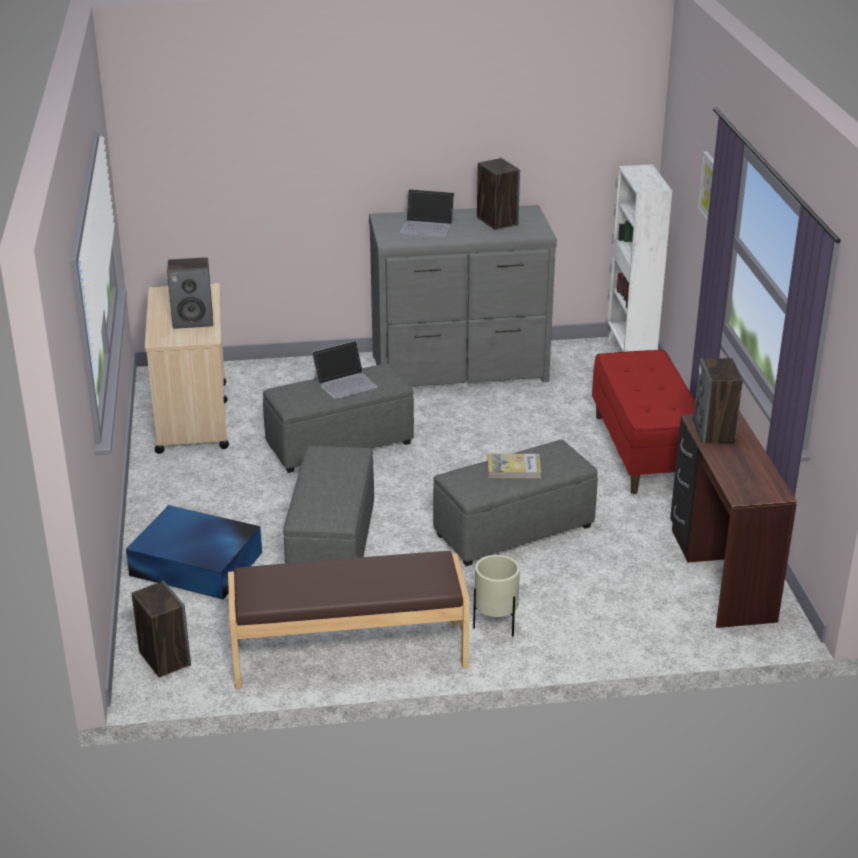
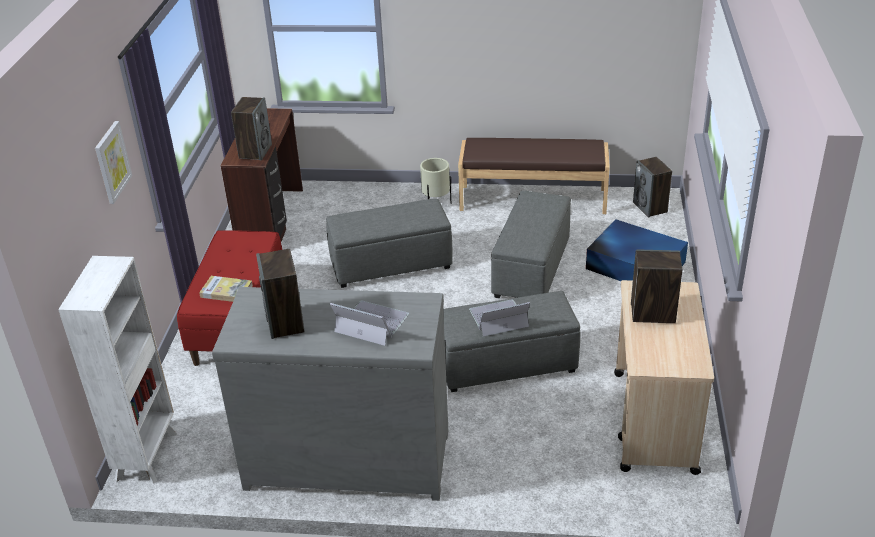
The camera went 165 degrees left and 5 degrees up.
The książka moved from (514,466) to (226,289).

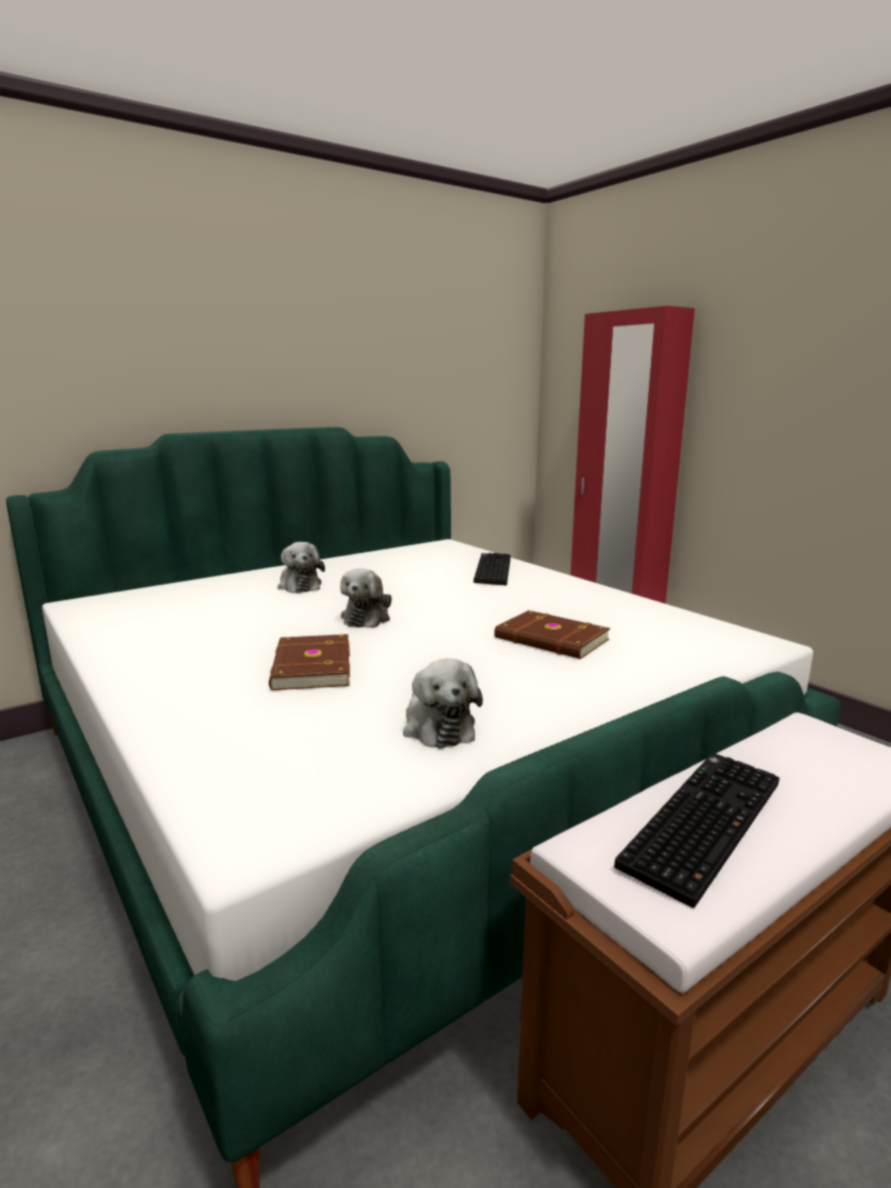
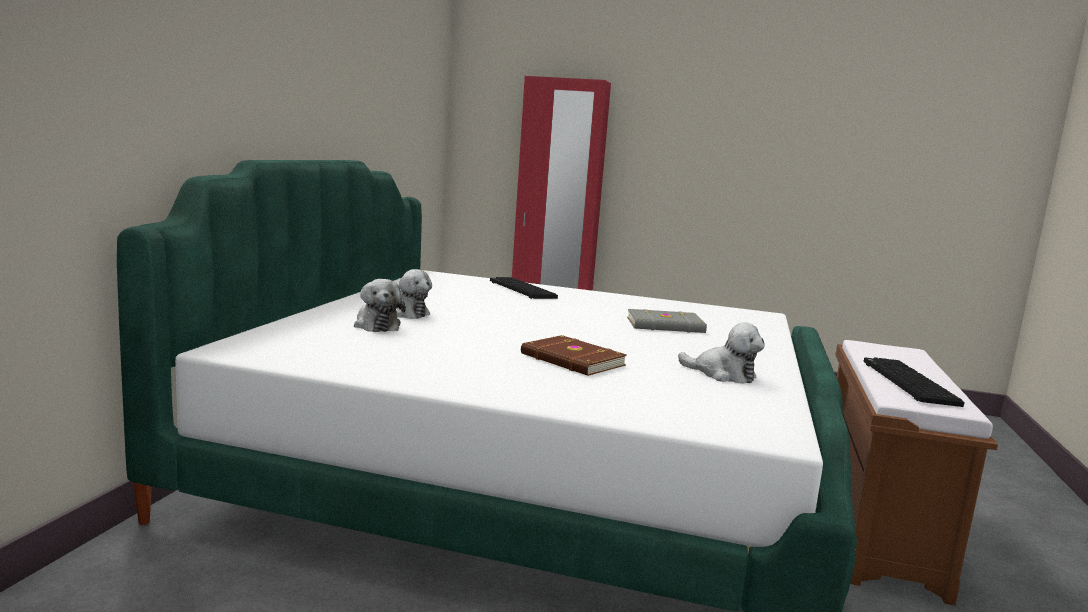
The camera went 40 degrees left and 5 degrees down.
The pluszak moved from (366,598) to (380,305).
The książka/brązowy at (552,634) became the książka/szary at (667,321).

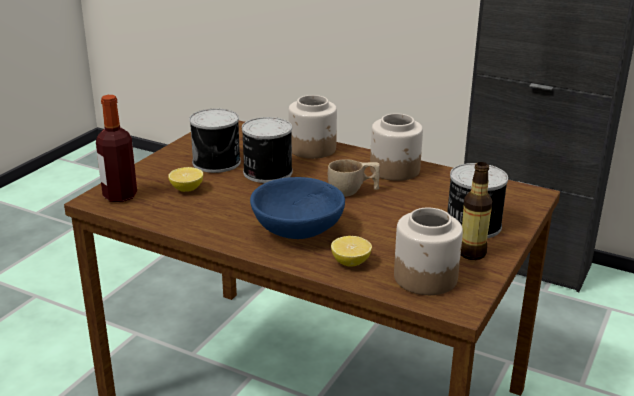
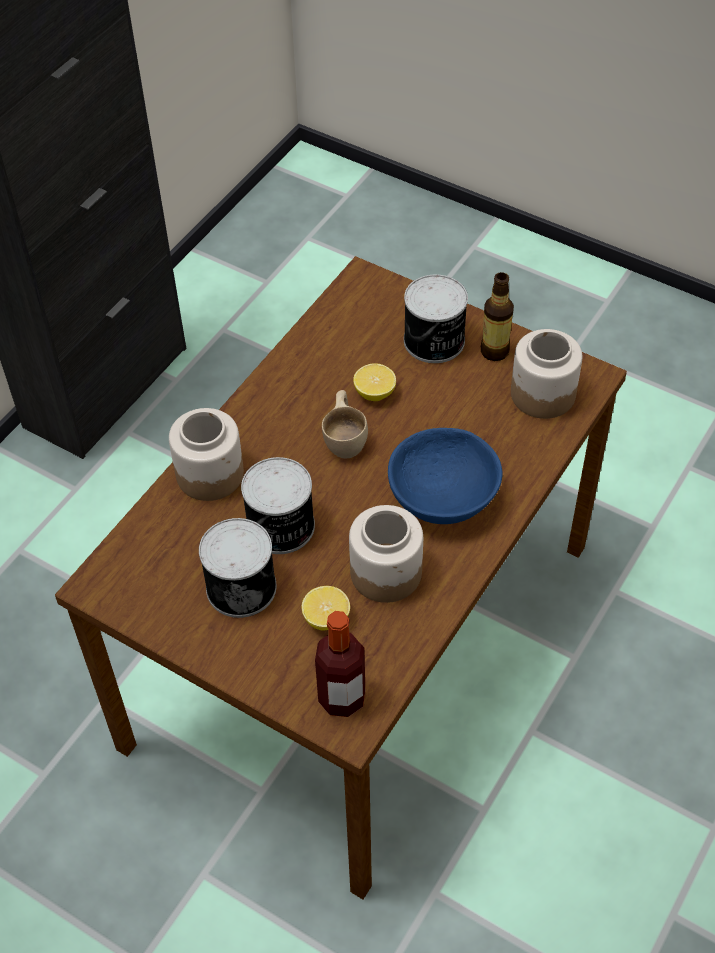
The camera went 85 degrees left and 25 degrees up.
The cytryna moved from (351,251) to (374,382).
The słoik moved from (396,147) to (386,554).

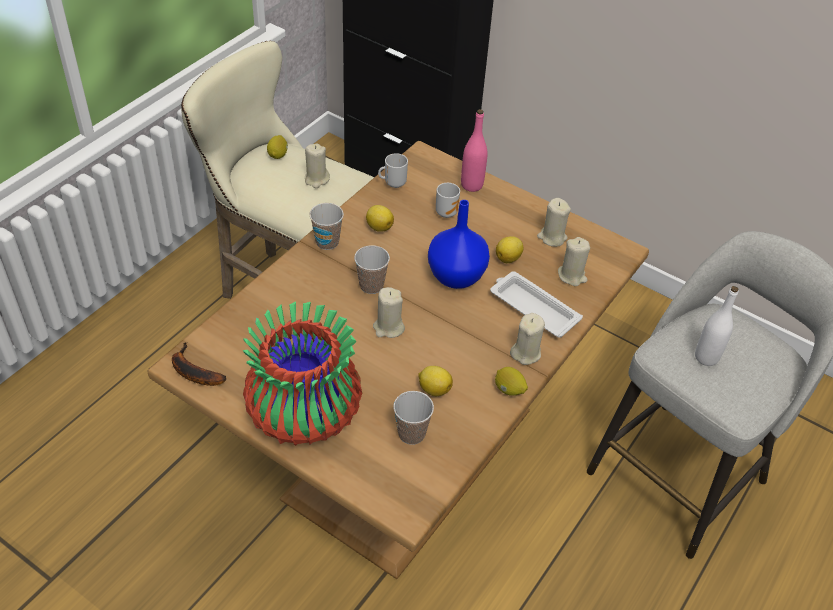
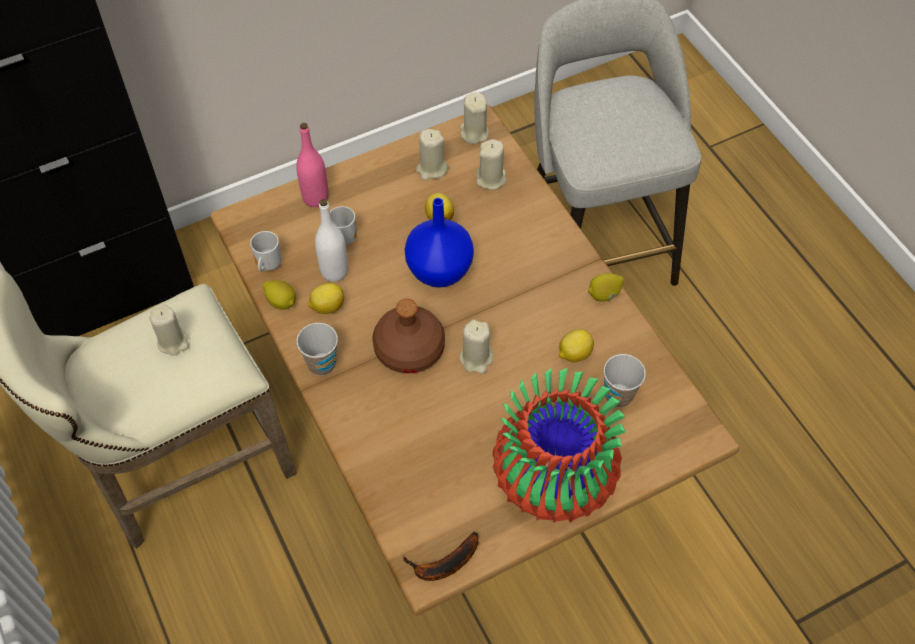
The camera went 60 degrees left and 10 degrees up.
The taca/biały at (536,304) disappeared.
The cytryna moved from (277,147) to (279,295).
The świeca/beżowy moved from (527,339) to (474,118).
The butelka/biały moved from (716,326) to (331,240).
The filiżanka at (372,269) was replaced by the butelka/brązowy at (408,336).

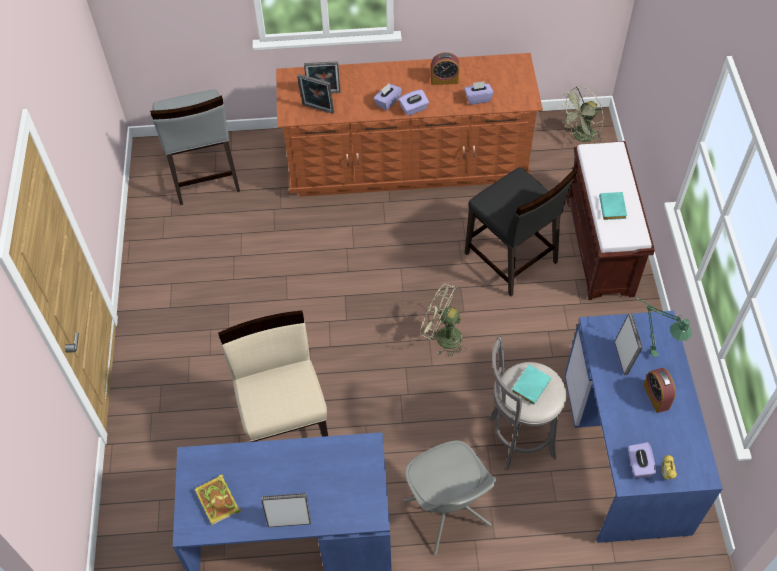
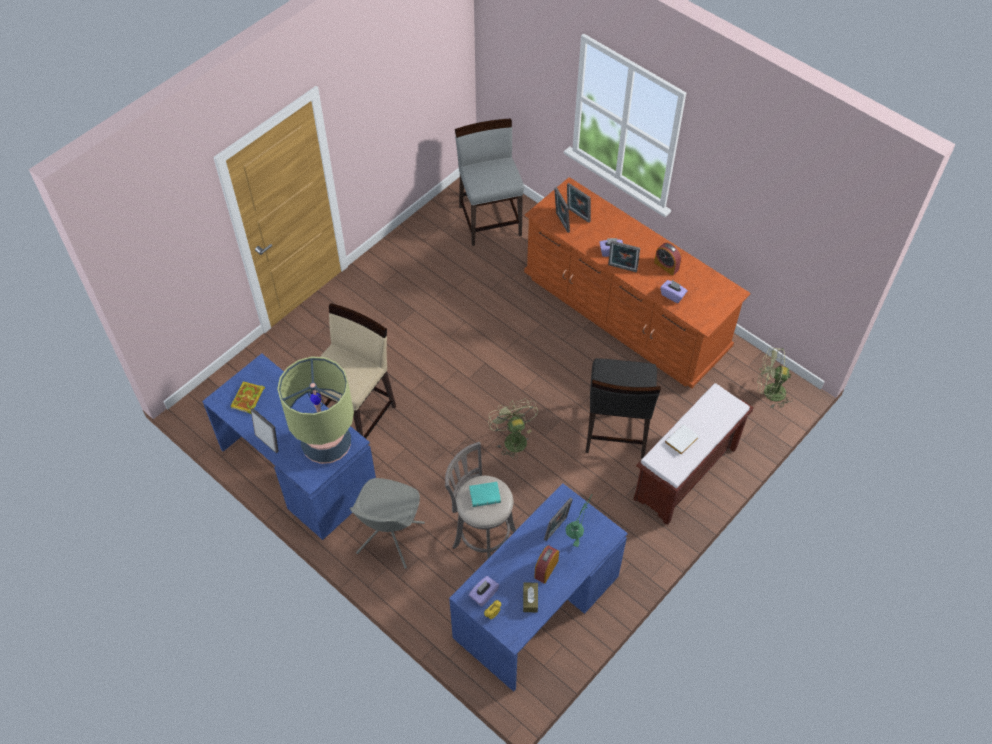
The camera went 45 degrees right and 0 degrees up.
The lampa stołowa at (315,410) appeared.
The pudełko chusteczek/brązowy at (530,597) appeared.
The pudełko chusteczek/fioletowy at (414,103) was replaced by the ramka na zdjęcie at (624,256).
The książka/turkusowy at (613,206) became the książka/biały at (682,439).
The krzesło/szary at (195,147) turned 135 degrees clockwise.

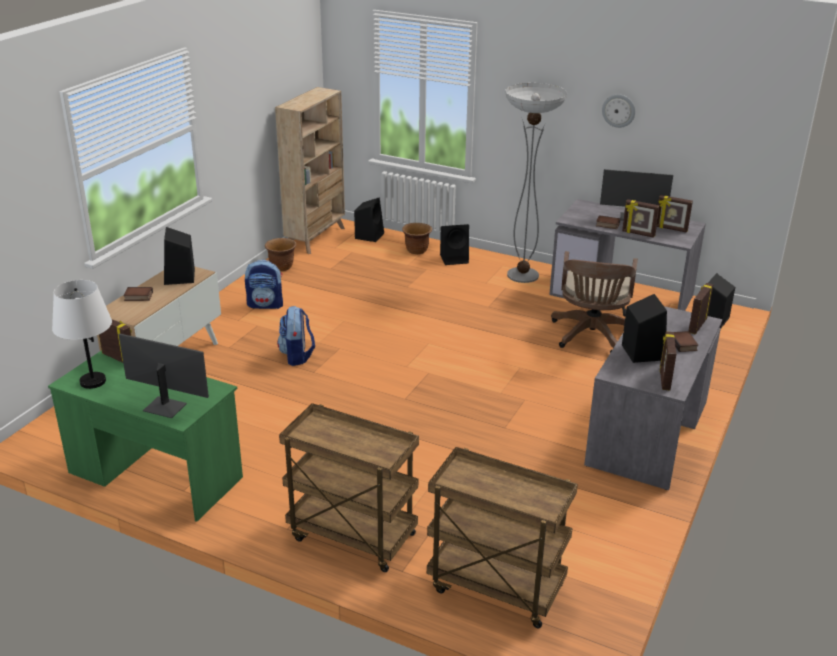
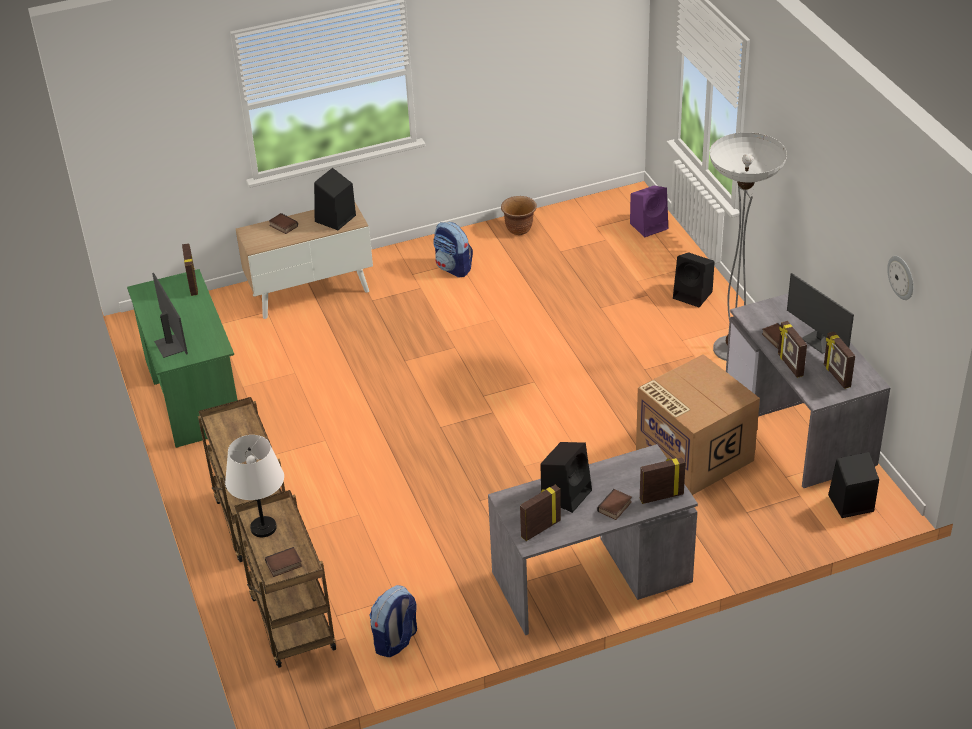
The camera went 45 degrees right and 10 degrees up.
The regał/beżowy at (310,170) disappeared.
The donica/brązowy at (417,238) disappeared.
The książka at (283,562) appeared.
The lampa stołowa/biały moved from (82,334) to (254,486).
The plecak moved from (296,336) to (393,621).
The zegar ścienny moved from (618,111) to (900,278).
The krzesło biurowe/brązowy at (594,302) was replaced by the karton at (698,424).
The głośnik/czarny at (369,219) became the głośnik/fioletowy at (649,211).

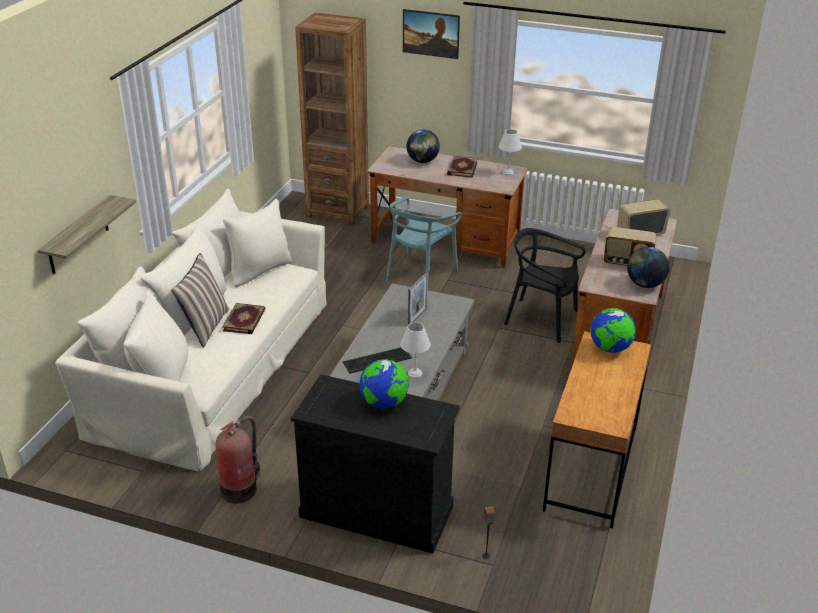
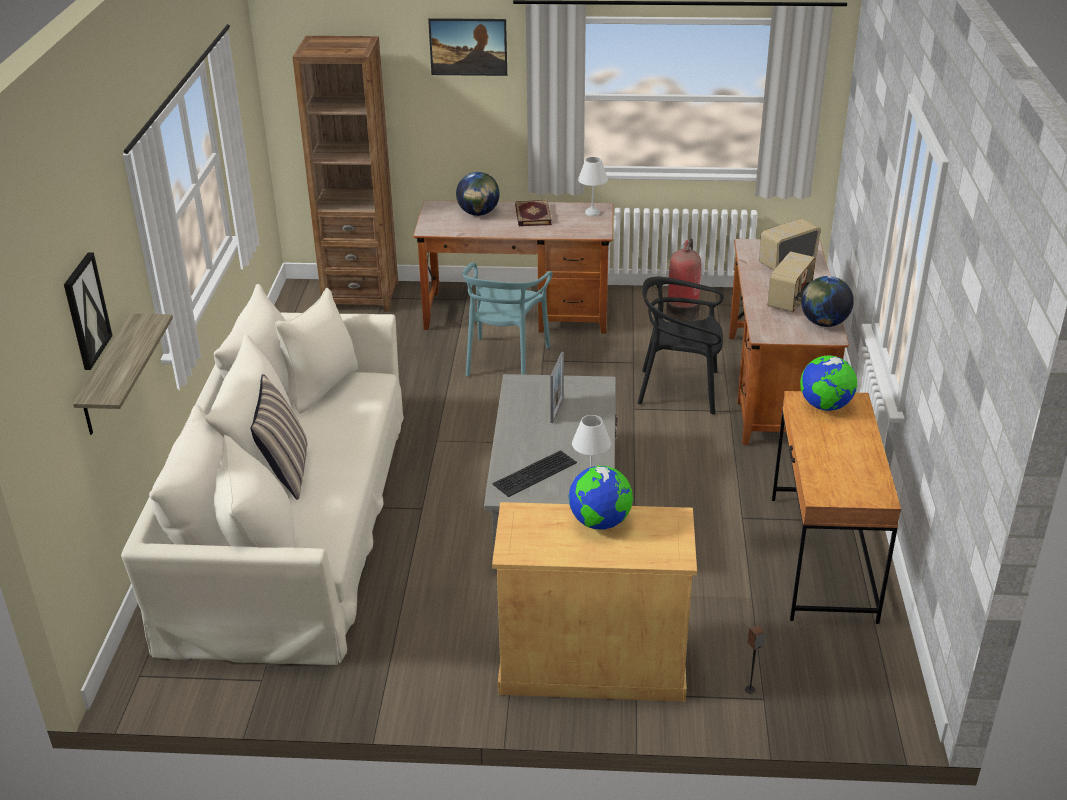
The camera went 15 degrees left and 0 degrees up.
The książka at (244,318) disappeared.
The obraz at (88,311) appeared.
The gaśnica moved from (238,460) to (683,279).
The szafka/czarny at (375,463) became the szafka/beżowy at (594,602).
The radio at (630,246) turned 60 degrees counterclockwise.

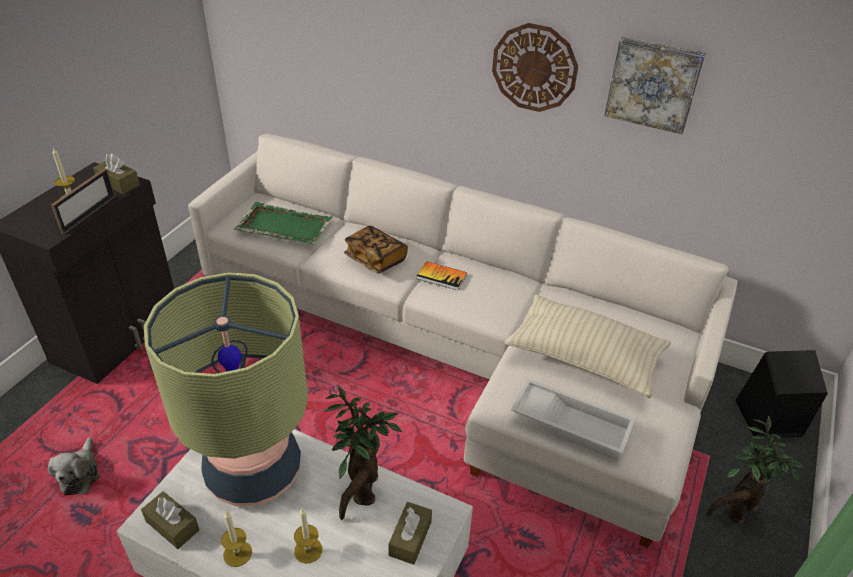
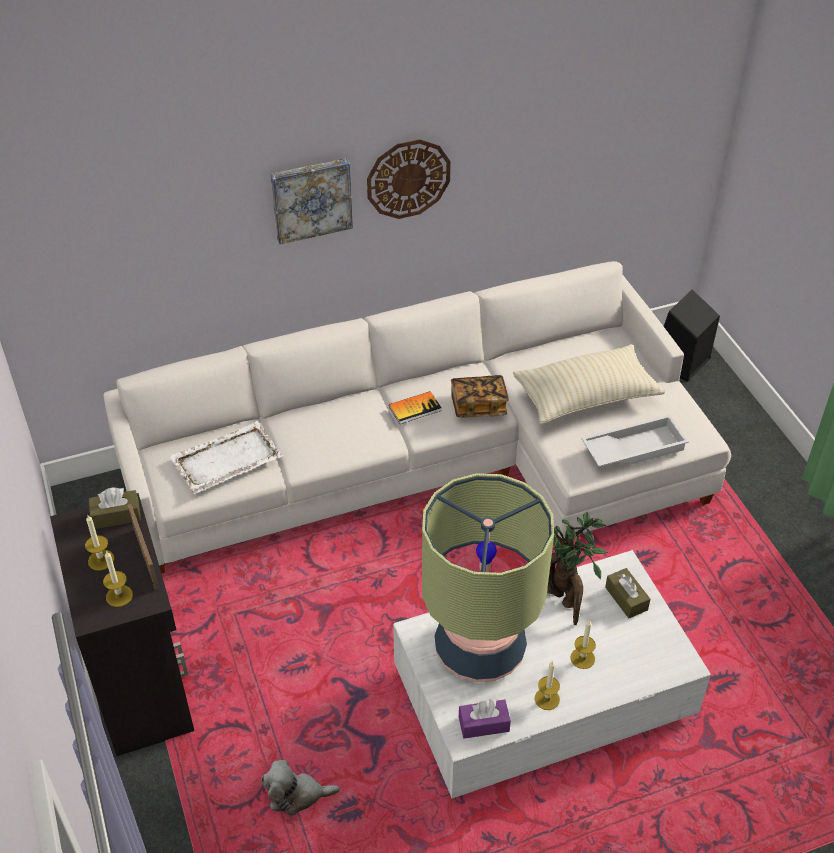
The camera went 45 degrees left and 5 degrees up.
The roślina doniczkowa at (755,470) disappeared.
The świeca at (118,579) appeared.
The książka moved from (376,250) to (480,396).
The obraz moved from (655,85) to (312,201).
The pudełko chusteczek/brązowy at (170,520) became the pudełko chusteczek/fioletowy at (485,719).
The taca/zielony at (283,223) became the taca/biały at (226,457).
The pluszak at (74,466) turned 135 degrees clockwise.

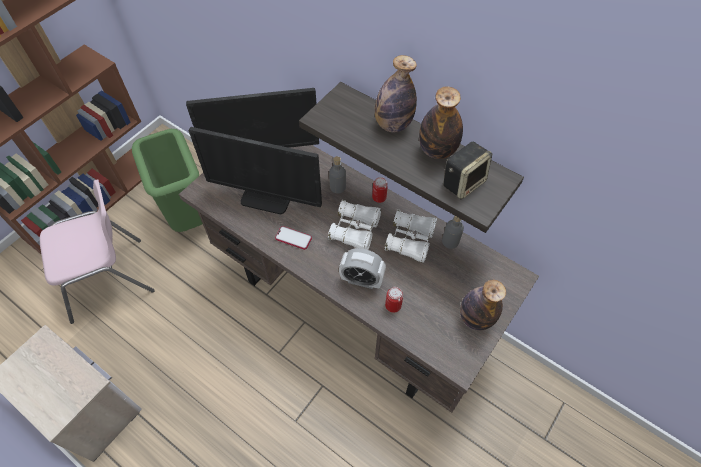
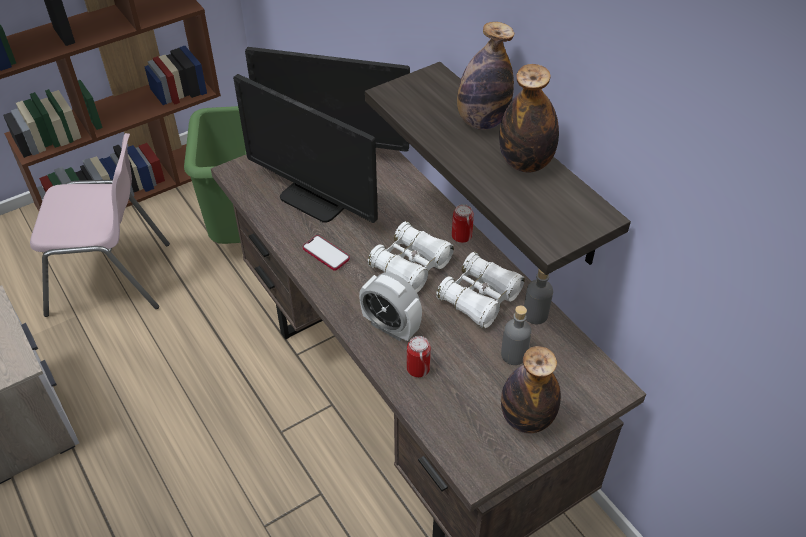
The camera went 20 degrees right and 10 degrees down.
The głośnik at (468,170) disappeared.
The butelka/szary moved from (337,175) to (516,335).

